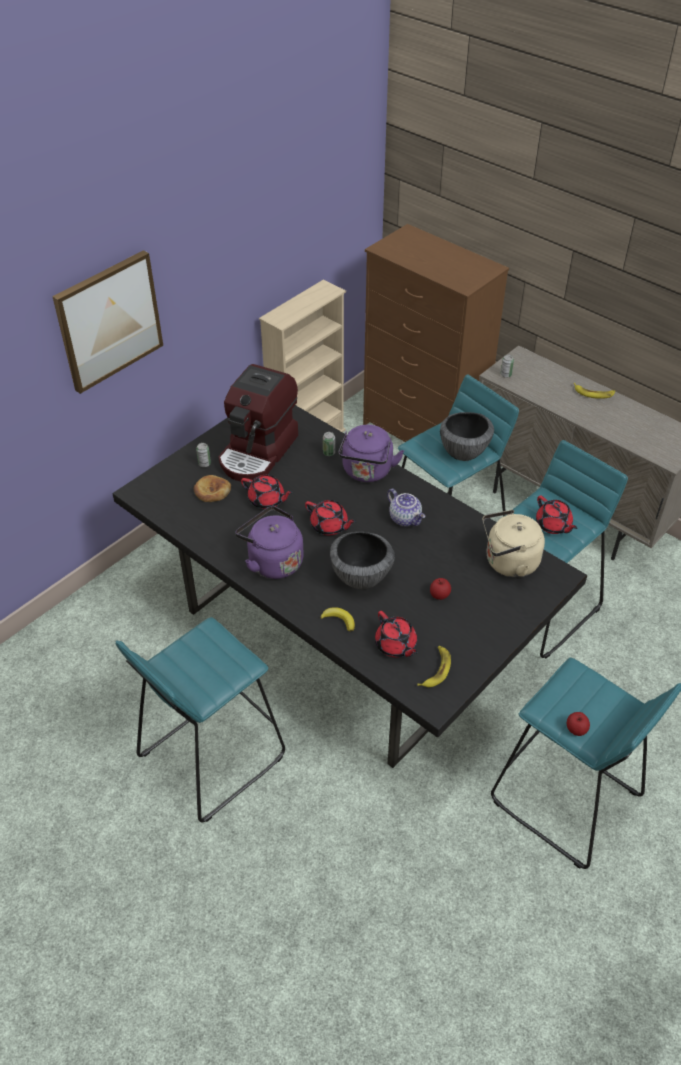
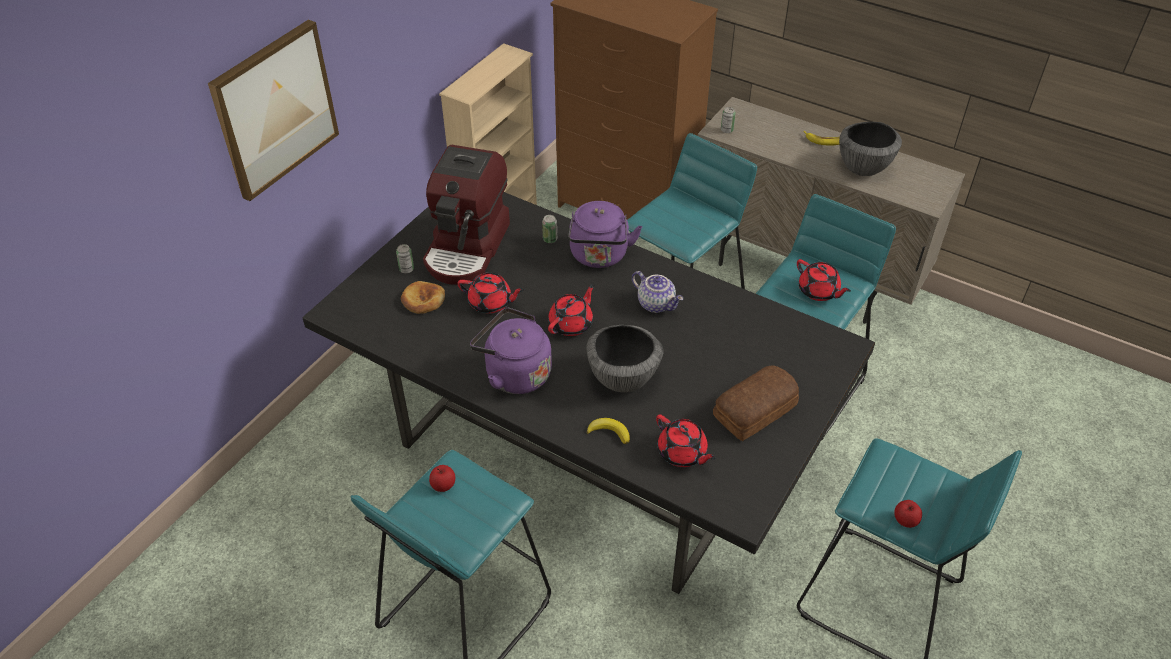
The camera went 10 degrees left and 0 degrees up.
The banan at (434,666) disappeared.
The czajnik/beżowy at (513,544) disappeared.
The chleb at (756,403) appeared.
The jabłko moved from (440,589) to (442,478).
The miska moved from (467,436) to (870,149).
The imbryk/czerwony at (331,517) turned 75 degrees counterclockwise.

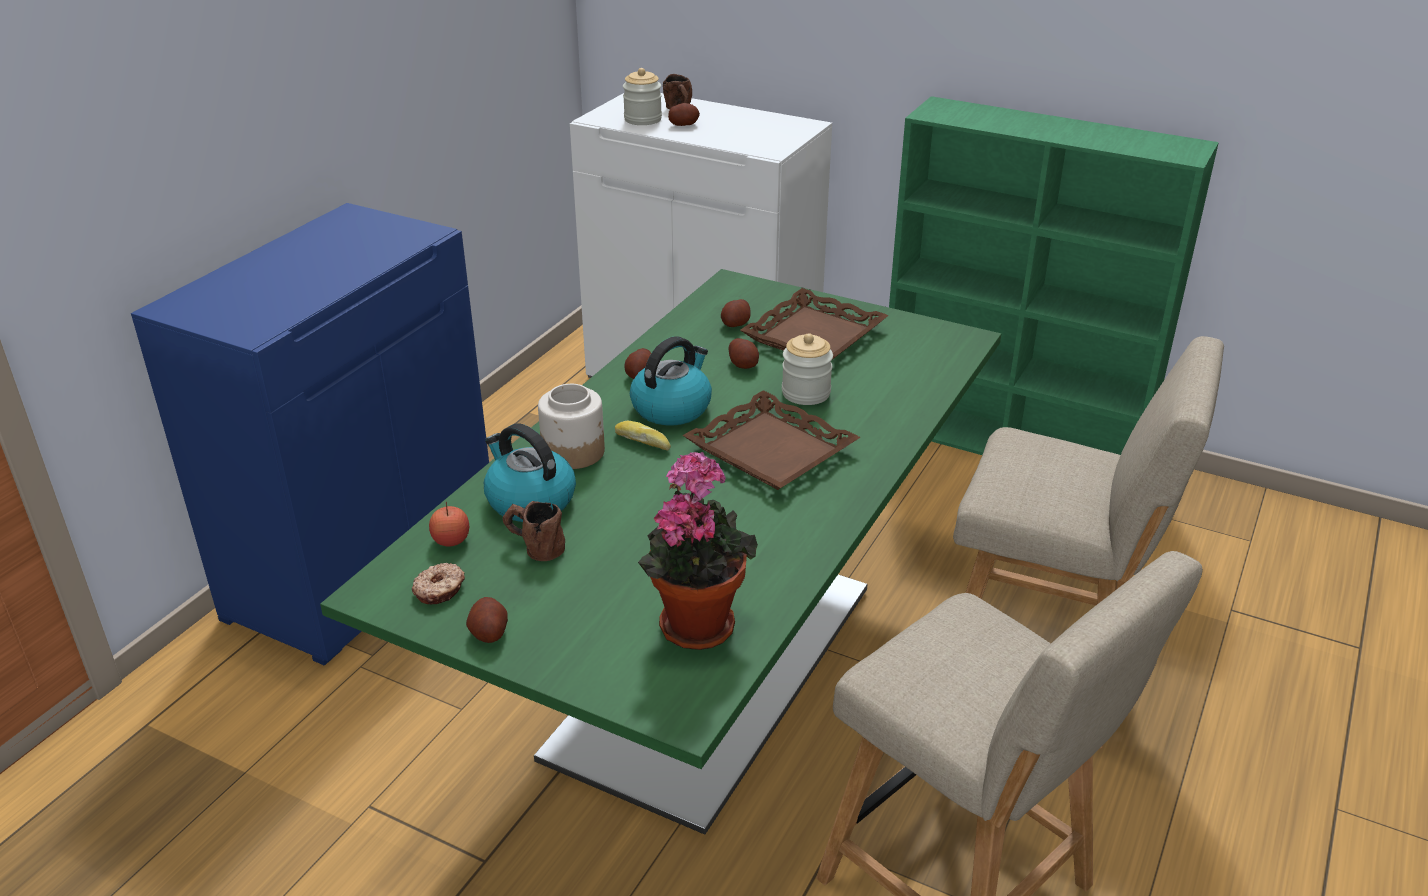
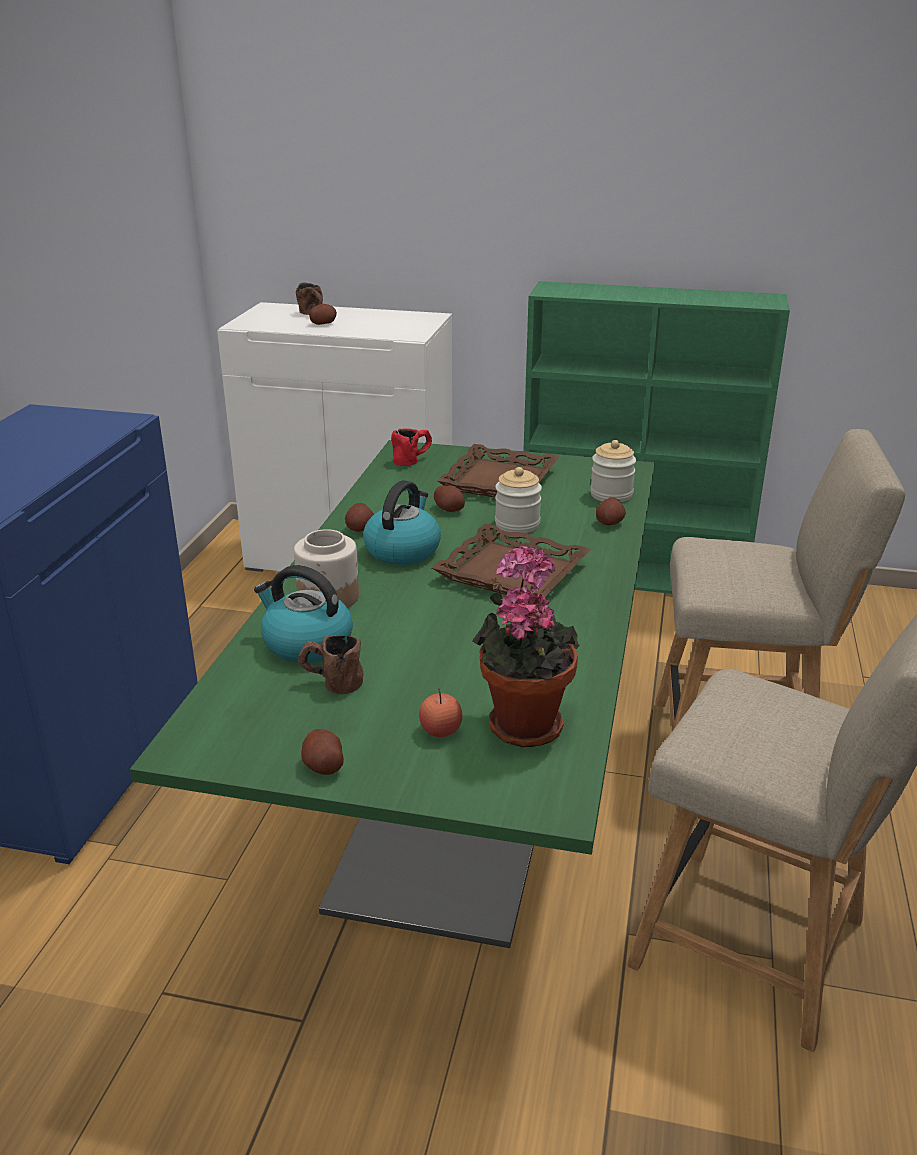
The camera went 15 degrees left and 5 degrees down.
The donut at (438,583) disappeared.
The chleb at (643,435) disappeared.
The kubek/czerwony at (411,447) appeared.
The jabłko moved from (449,524) to (441,712).
The słoik moved from (642,96) to (613,471).
The ziemniak moved from (736,313) to (611,511).

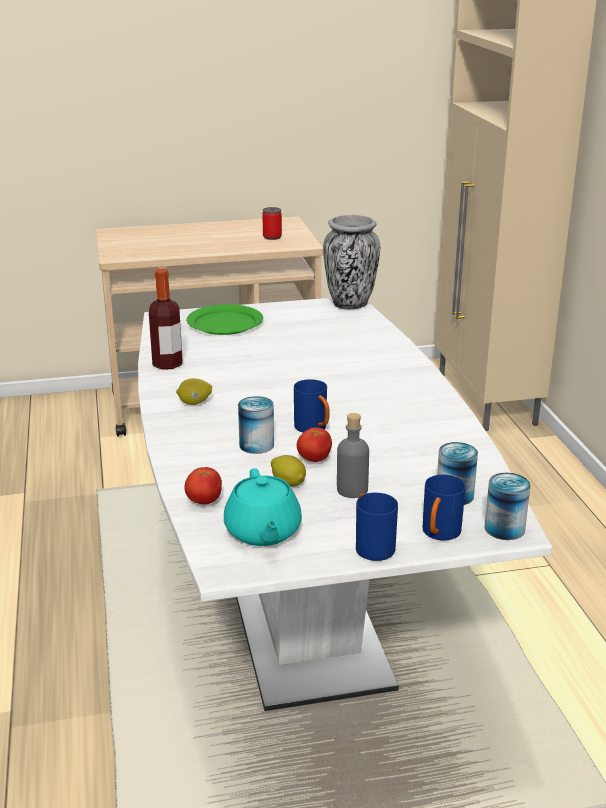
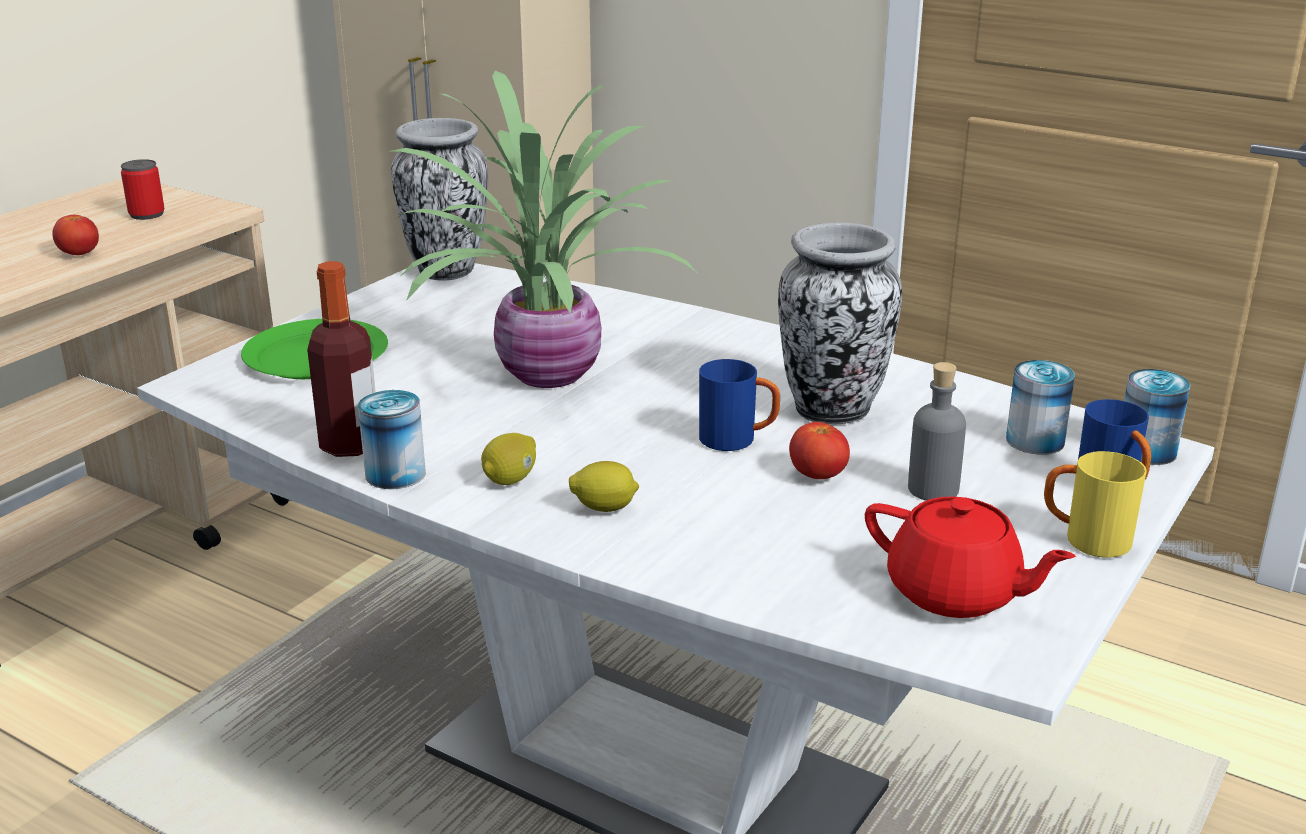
The camera went 45 degrees left and 0 degrees up.
The roślina doniczkowa at (544,229) appeared.
The wazon at (840,324) appeared.
The pomidor moved from (203,485) to (75,235).
The puszka moved from (256,425) to (392,439).
The cytryna moved from (288,471) to (604,486).
The imbryk/turkusowy at (263,507) became the imbryk/czerwony at (970,557).
The kubek/niebieski at (377,527) became the kubek/żółty at (1095,504).

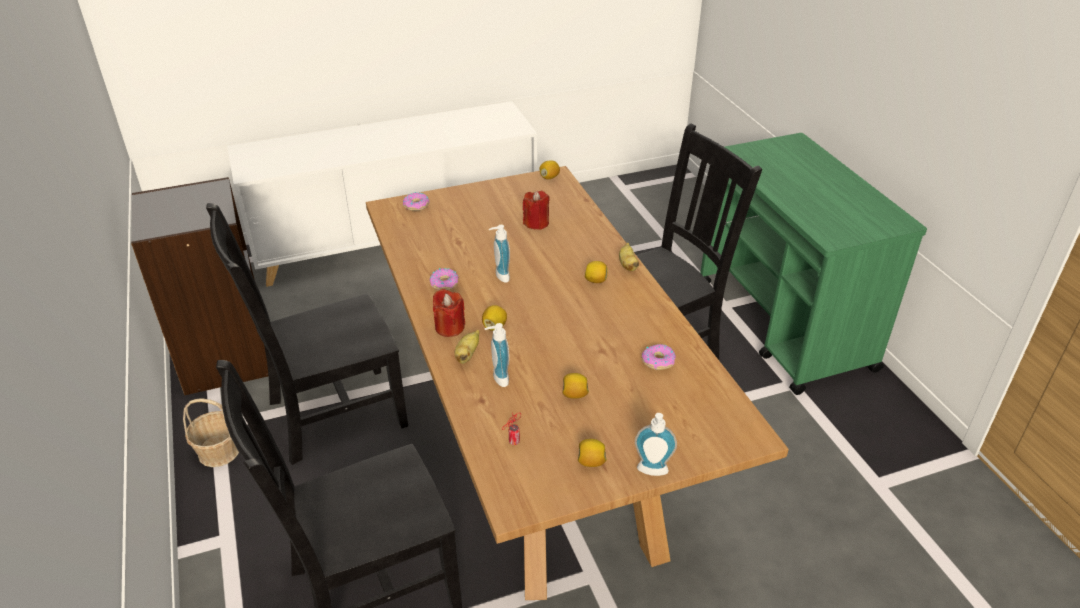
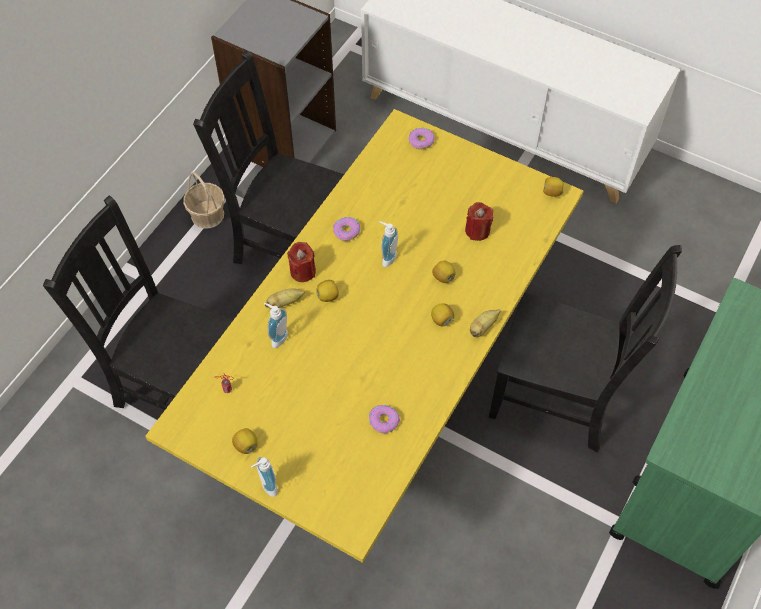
The camera went 50 degrees right and 20 degrees up.
The cytryna moved from (575,386) to (444,272).
The stół jadalny/brązowy at (577,383) became the stół jadalny/żółty at (364,336).

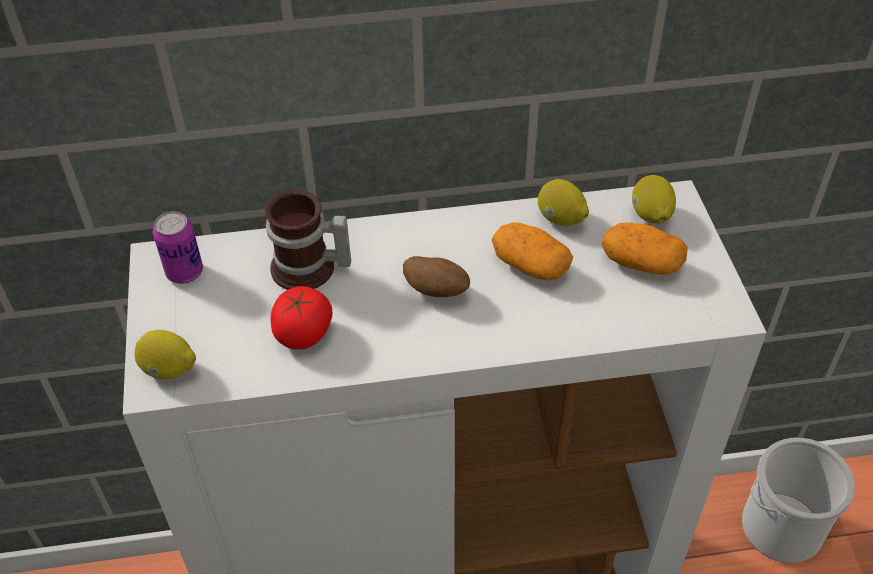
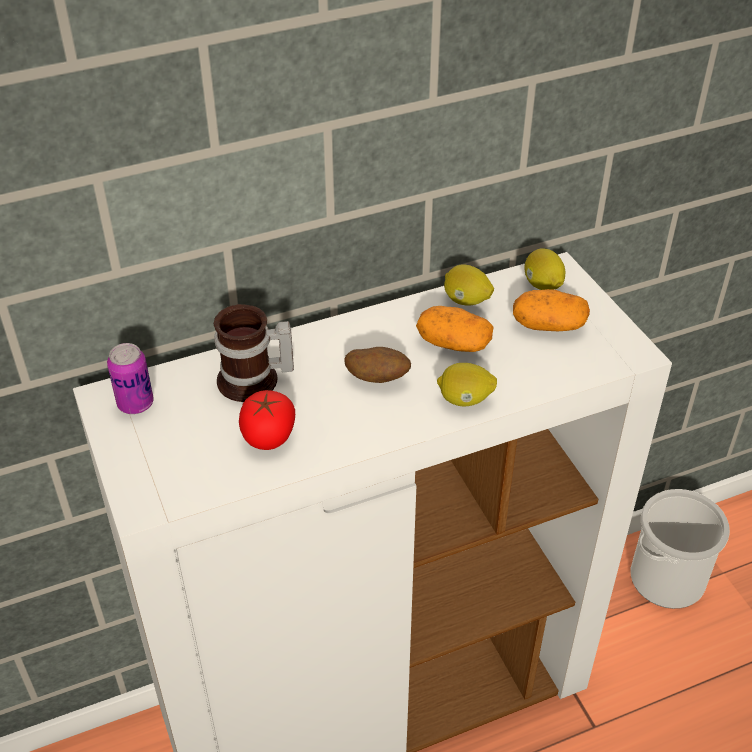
The camera went 15 degrees left and 5 degrees down.
The cytryna moved from (165,354) to (467,385).

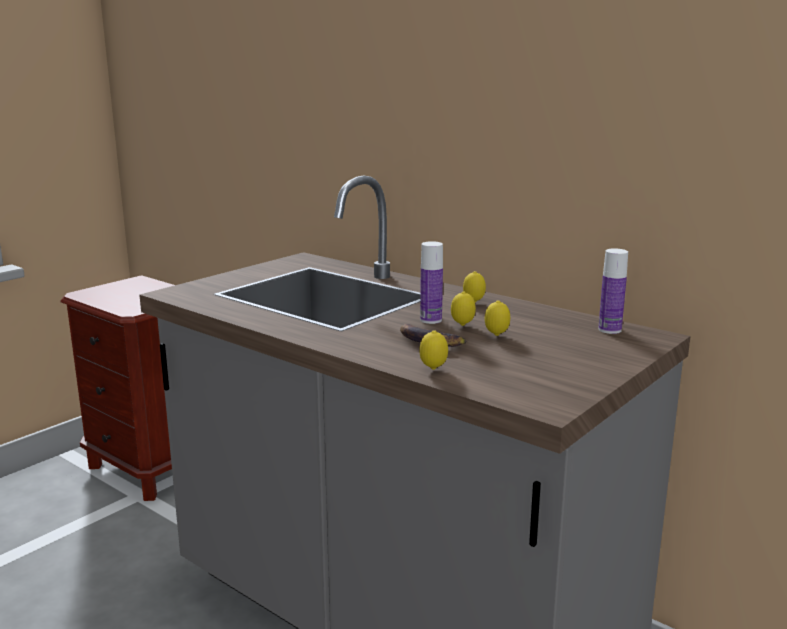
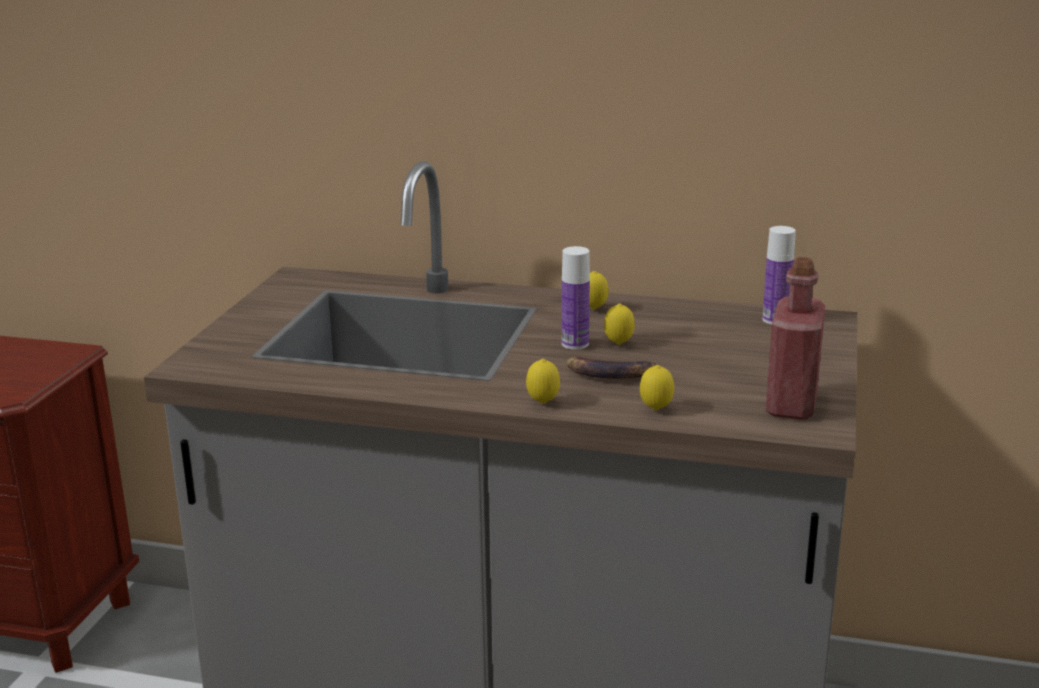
The camera went 25 degrees left and 5 degrees up.
The butelka/czerwony at (795,338) appeared.
The cytryna moved from (497,318) to (543,381).

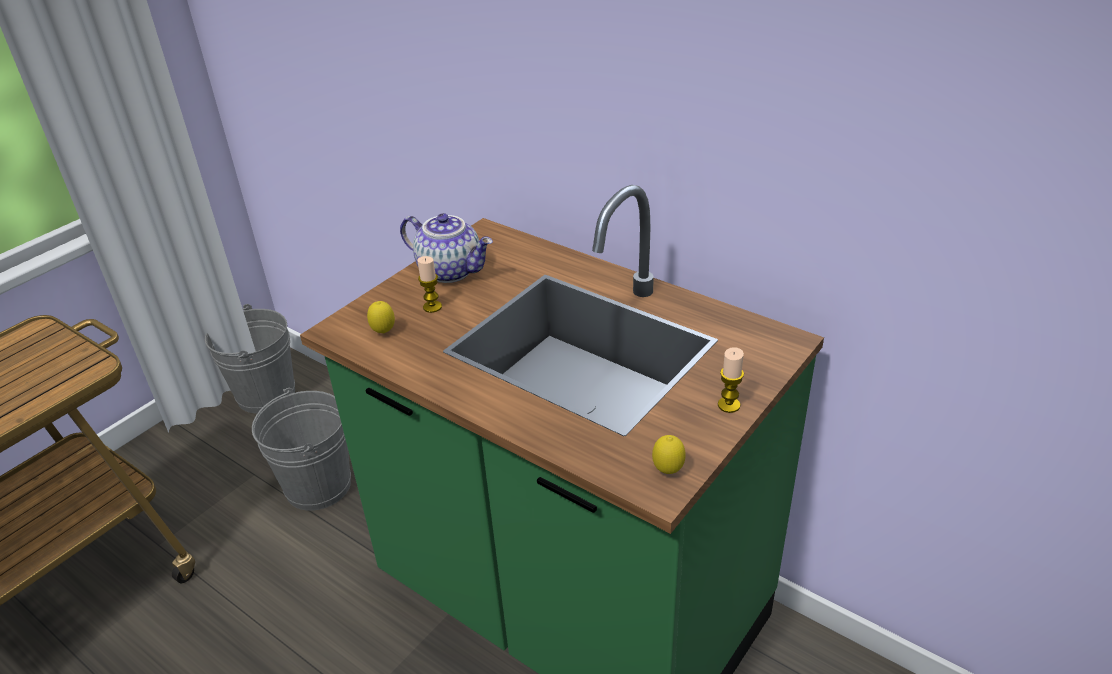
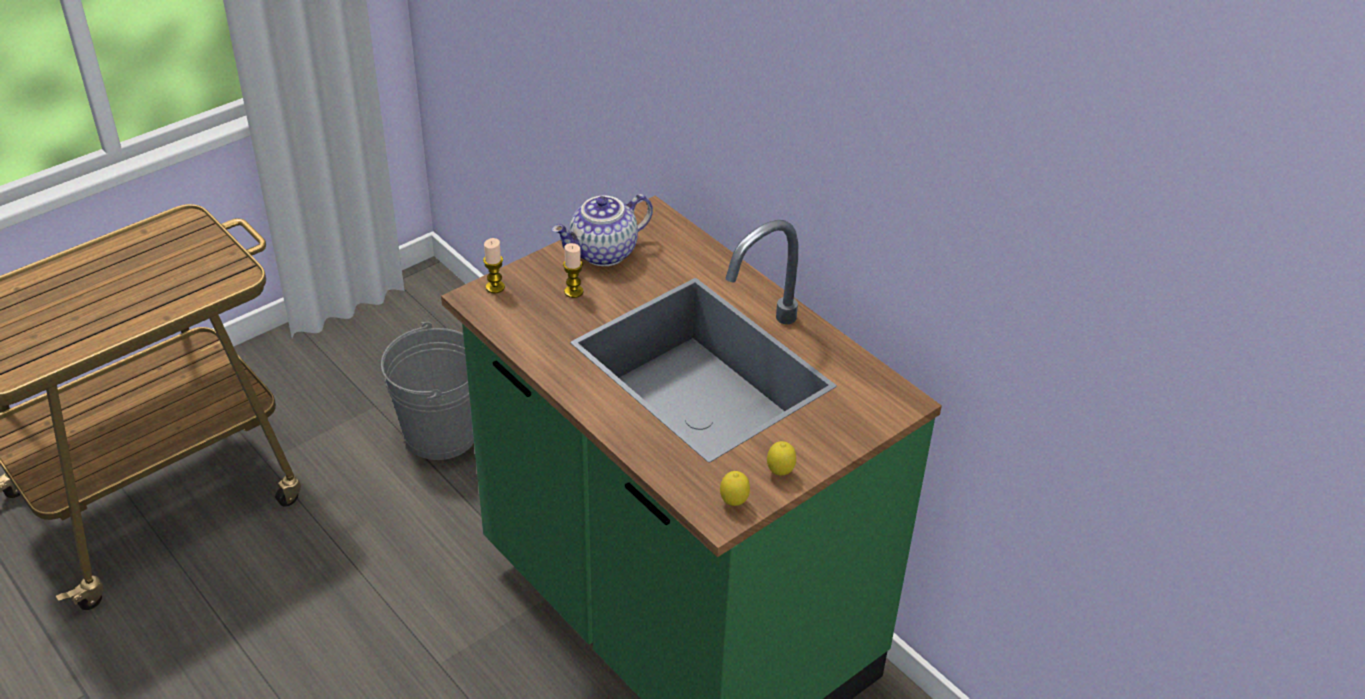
The camera went 10 degrees right and 5 degrees up.
The wiadro/szary at (250,358) disappeared.
The cytryna moved from (381,317) to (781,458).
The świeca moved from (731,380) to (494,266).
The imbryk at (446,248) turned 105 degrees clockwise.

